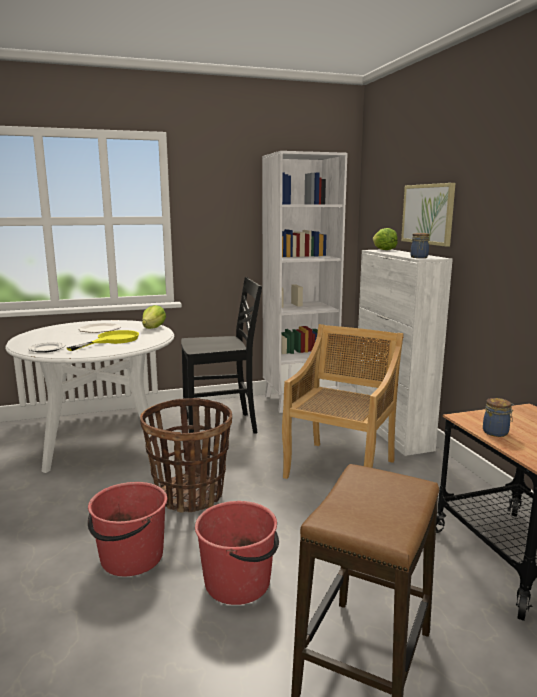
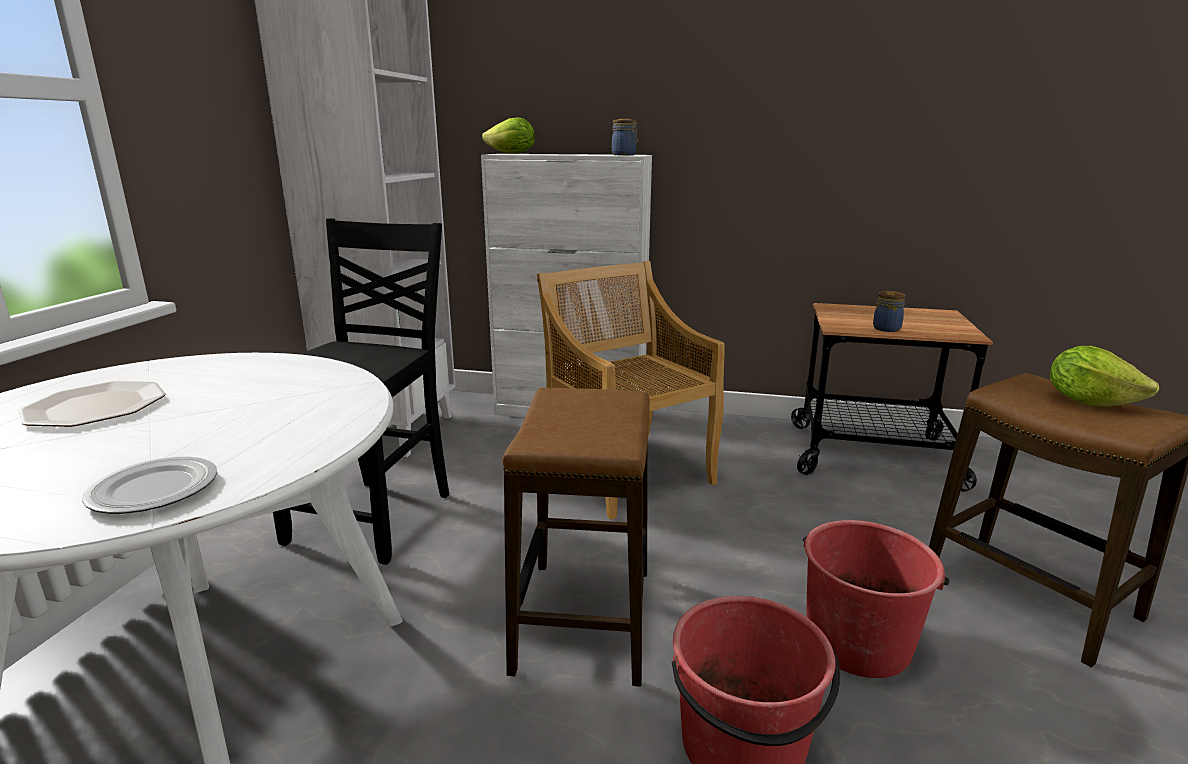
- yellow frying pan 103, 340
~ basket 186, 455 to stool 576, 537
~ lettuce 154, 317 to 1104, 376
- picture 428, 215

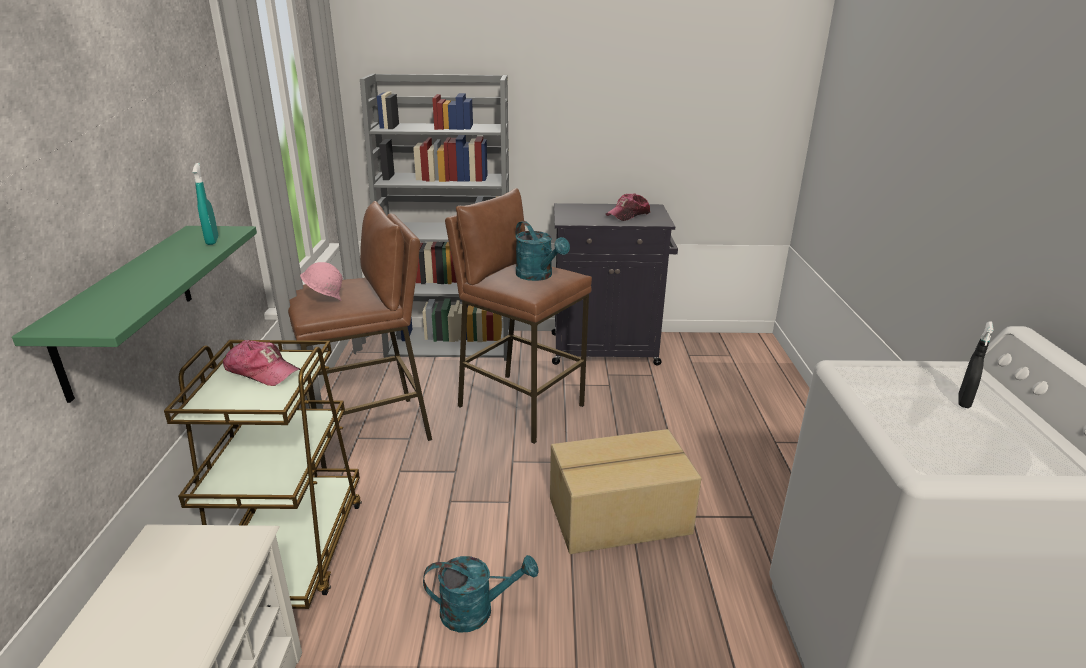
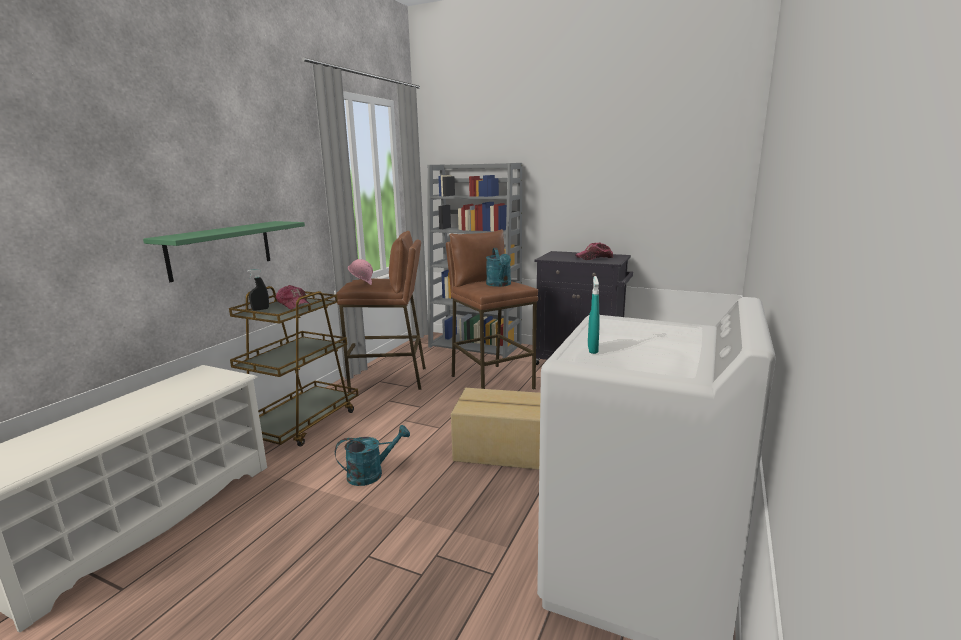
~ turquoise spray bottle 205, 204 to 594, 315
~ turquoise watering can 480, 594 = 372, 455 45 degrees counterclockwise
~ black spray bottle 976, 364 to 258, 290

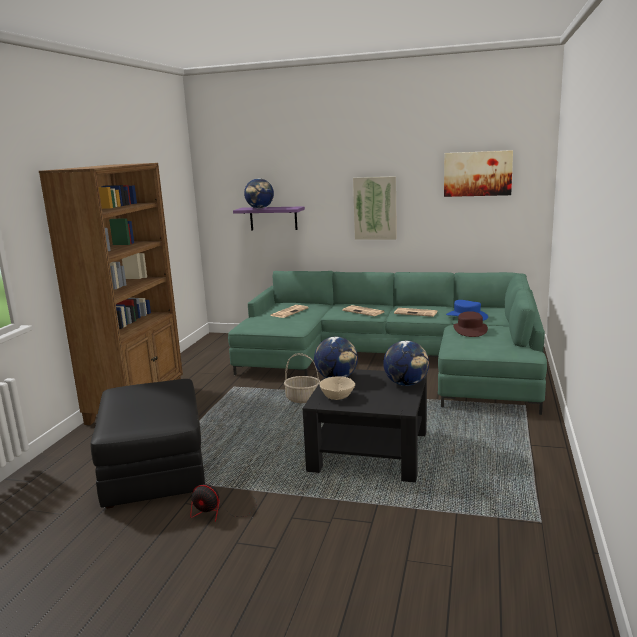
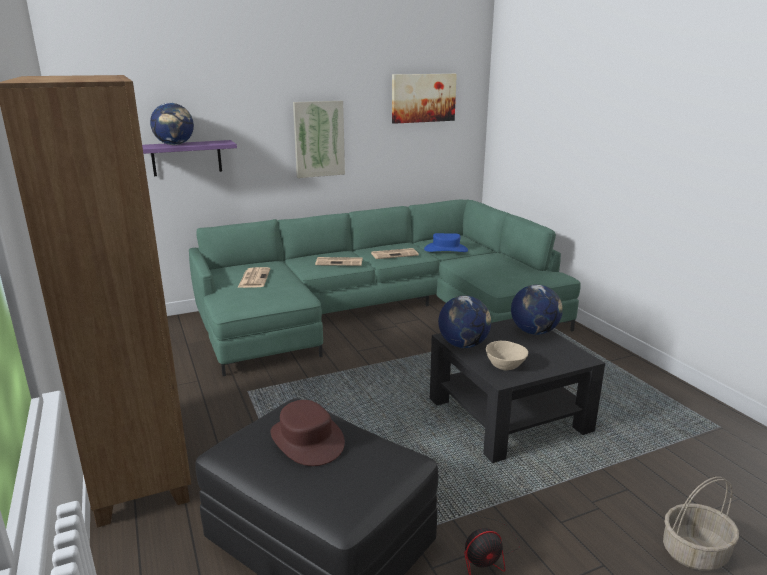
~ basket 302, 378 to 701, 524
~ brown hat 470, 324 to 307, 433

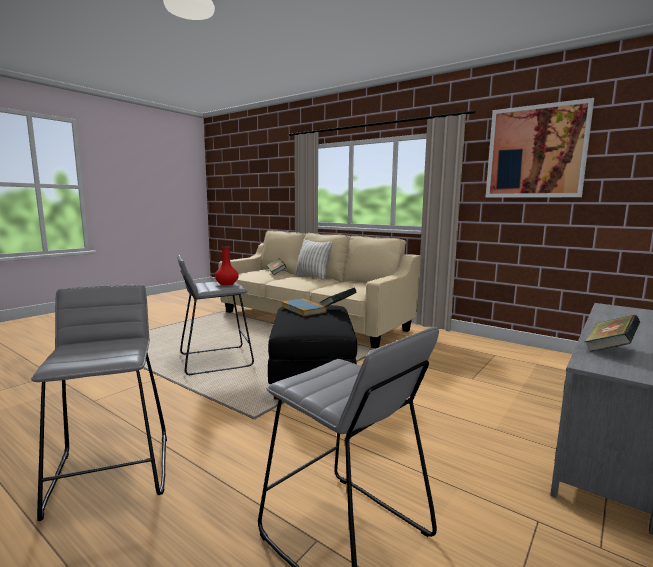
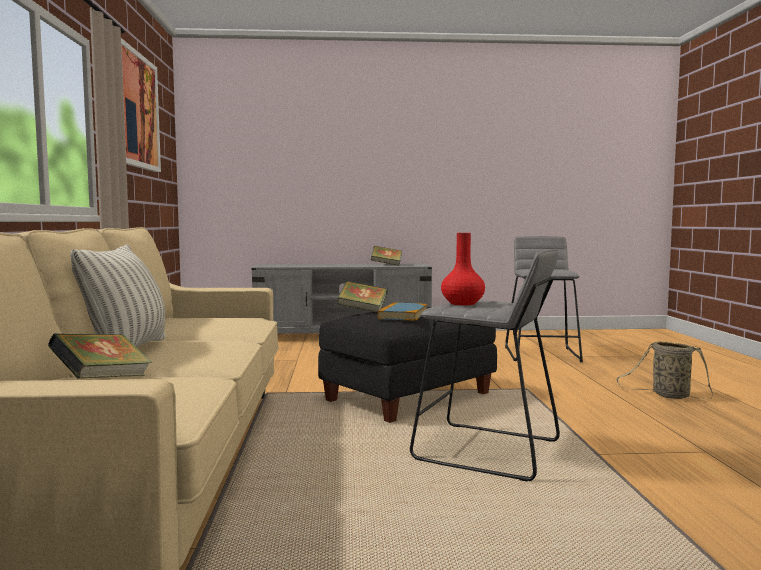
~ grey stool 99, 402 to basket 665, 370

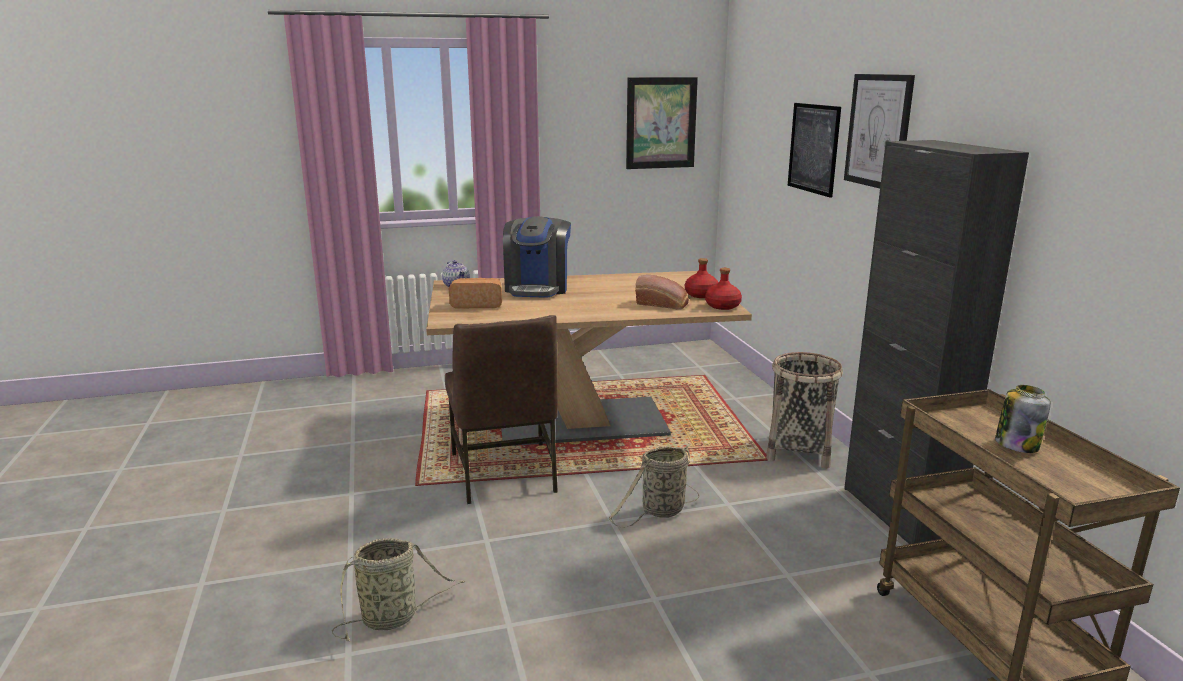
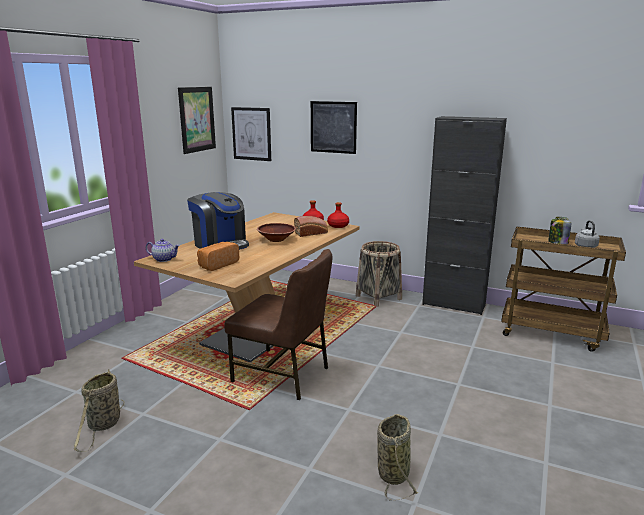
~ basket 654, 487 to 99, 410
~ picture 879, 131 to 251, 134
+ brown bowl 276, 232
+ grey kettle 587, 234

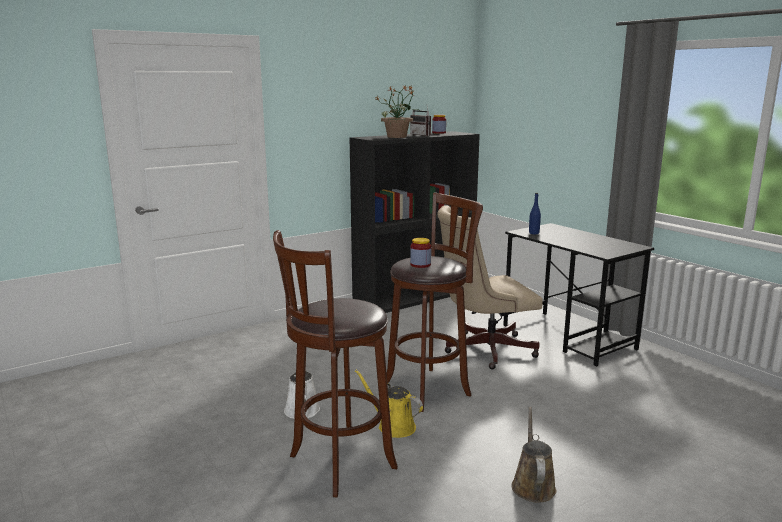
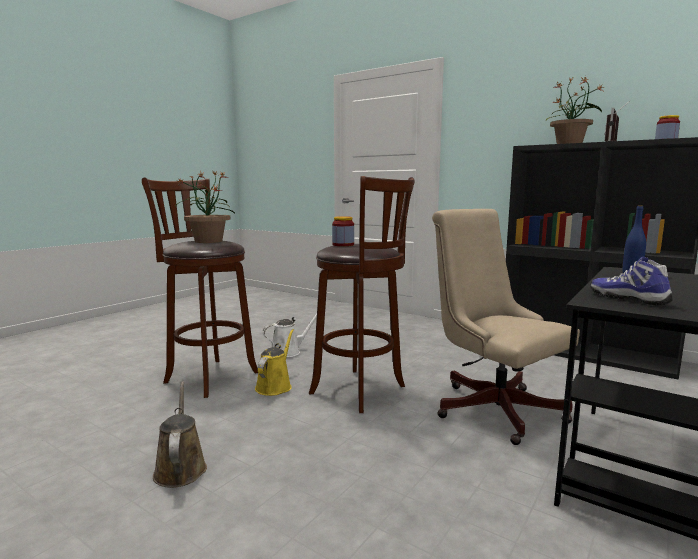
~ brown watering can 534, 455 = 180, 435 90 degrees counterclockwise
+ potted plant 205, 207
+ shoe 631, 281

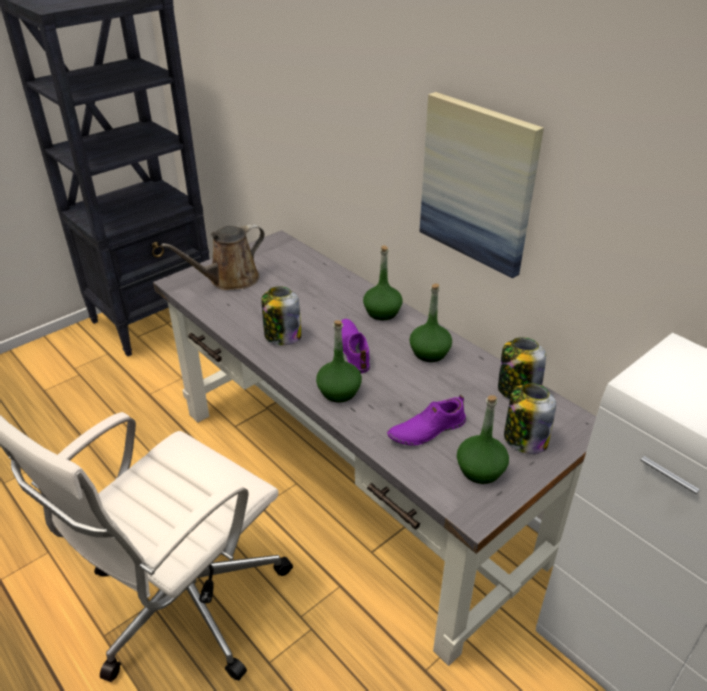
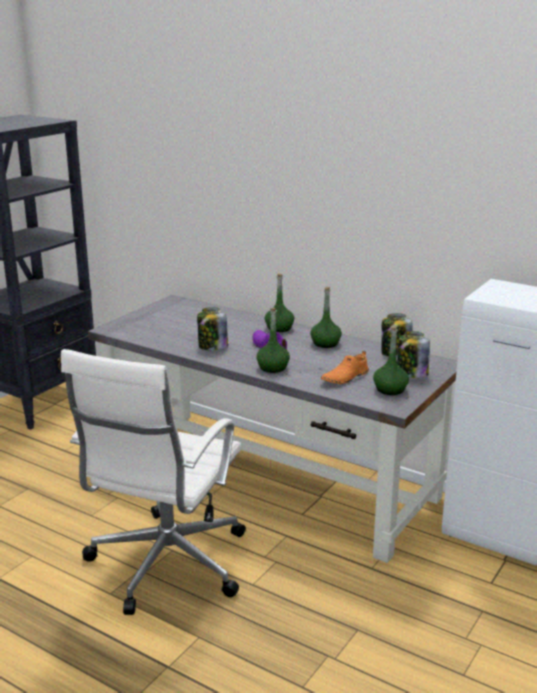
- brown watering can 213, 257
~ purple shoe 426, 420 to orange shoe 345, 367
- picture 481, 185

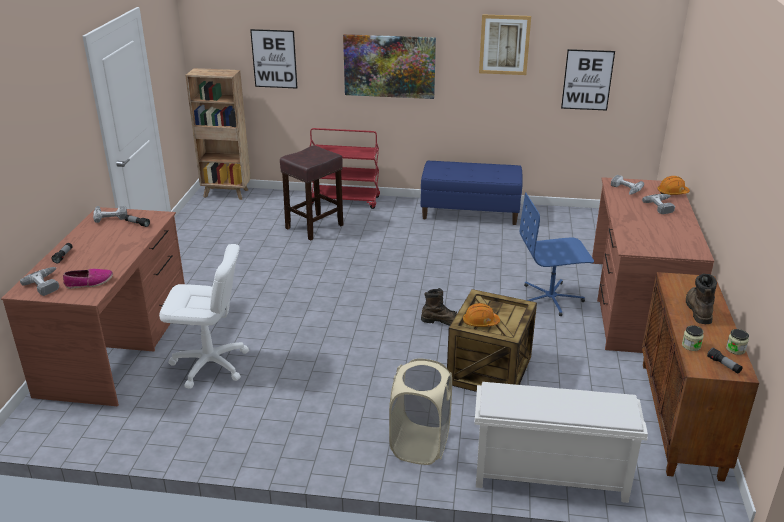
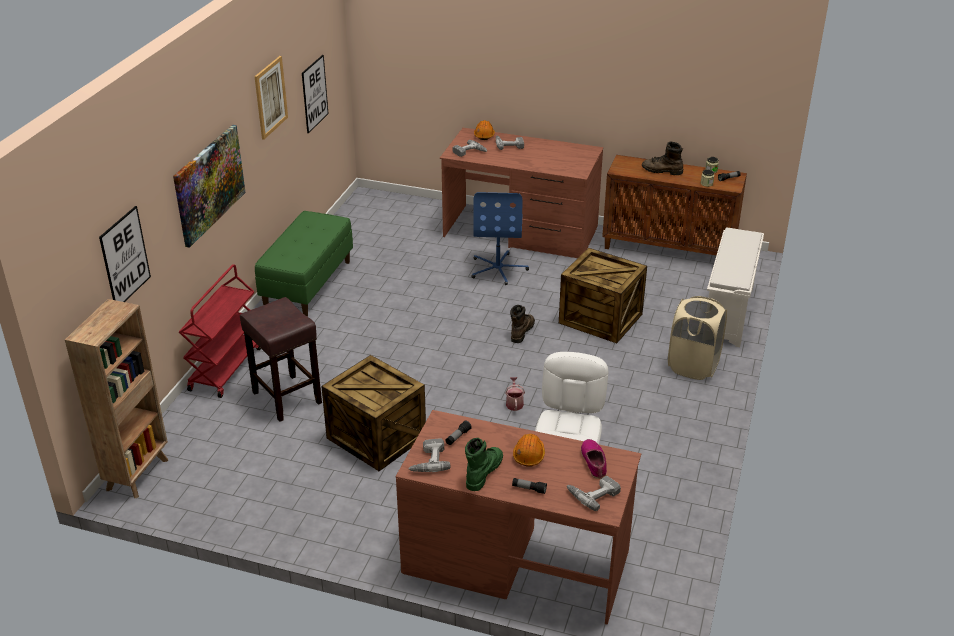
~ blue bench 472, 193 to green bench 304, 264
~ orange hard hat 481, 315 to 529, 450
+ crate 373, 413
+ green boot 484, 464
+ watering can 515, 394

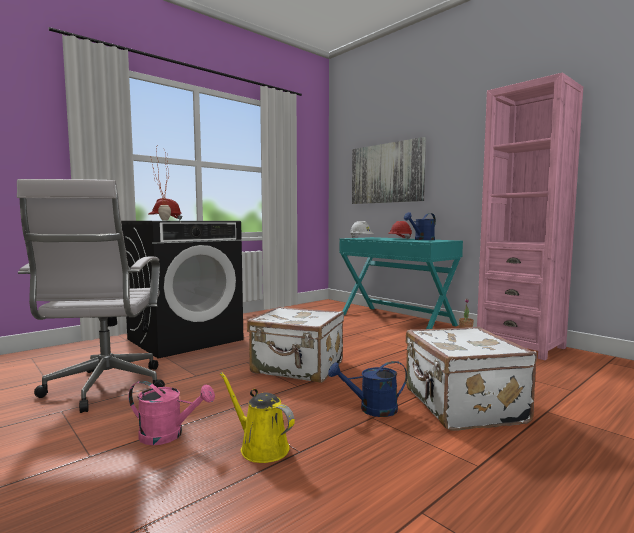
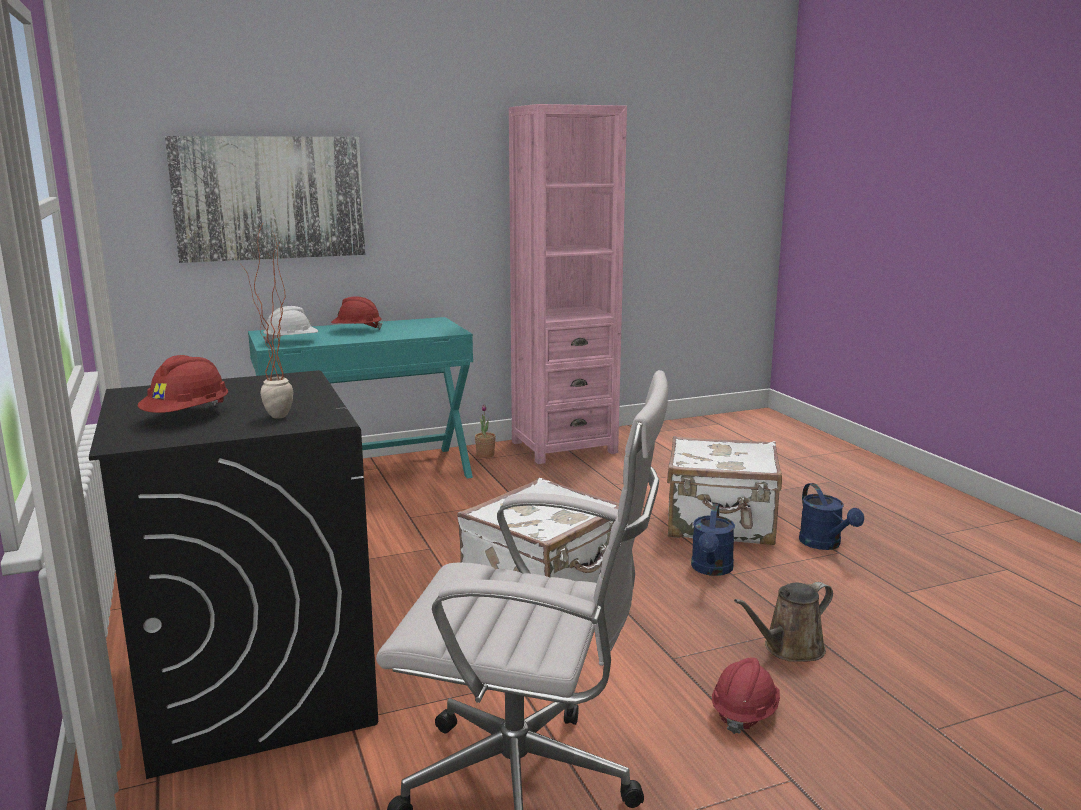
~ pink watering can 172, 413 to red hard hat 746, 695
~ yellow watering can 257, 417 to brown watering can 783, 622
~ blue watering can 420, 226 to 831, 516

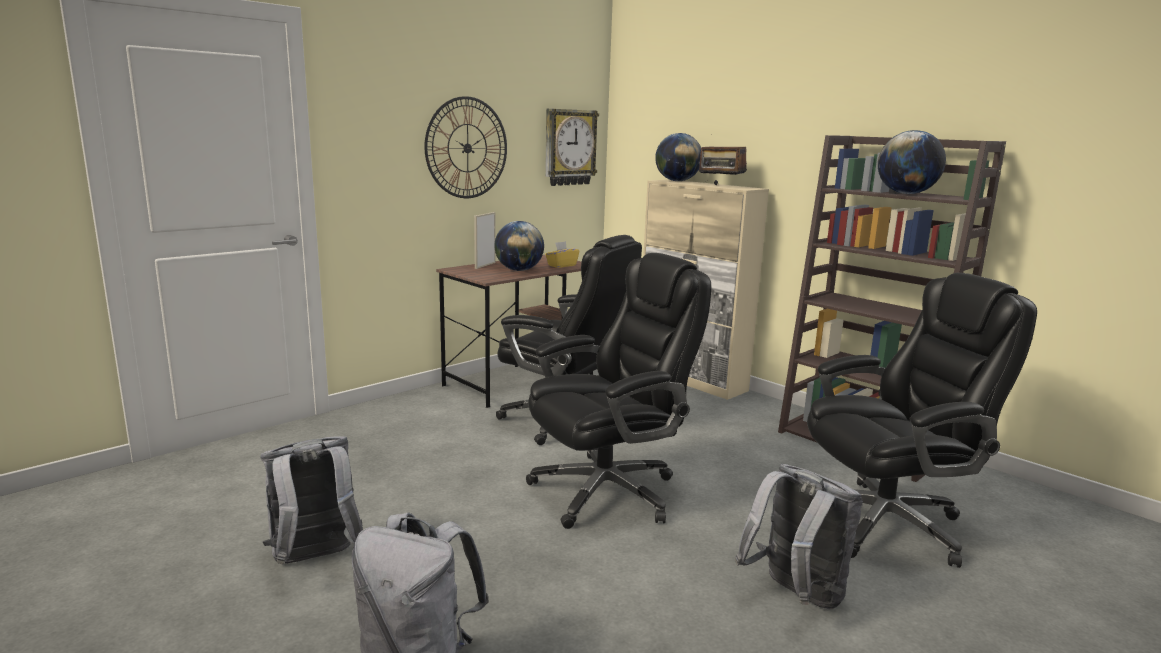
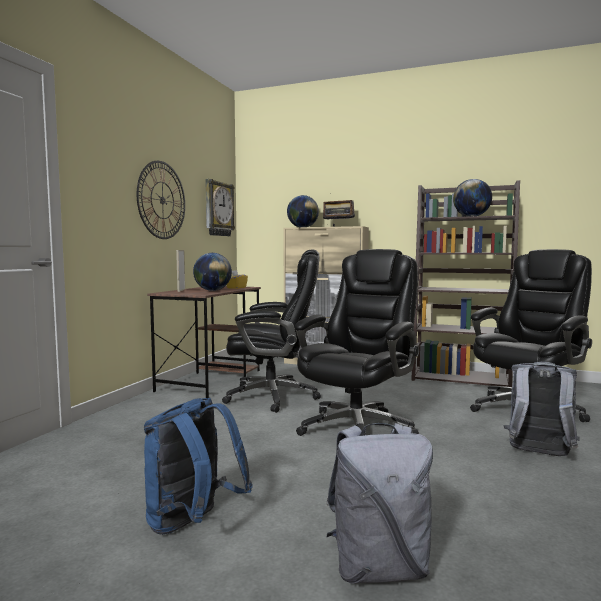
~ grey backpack 312, 500 to blue backpack 198, 466

